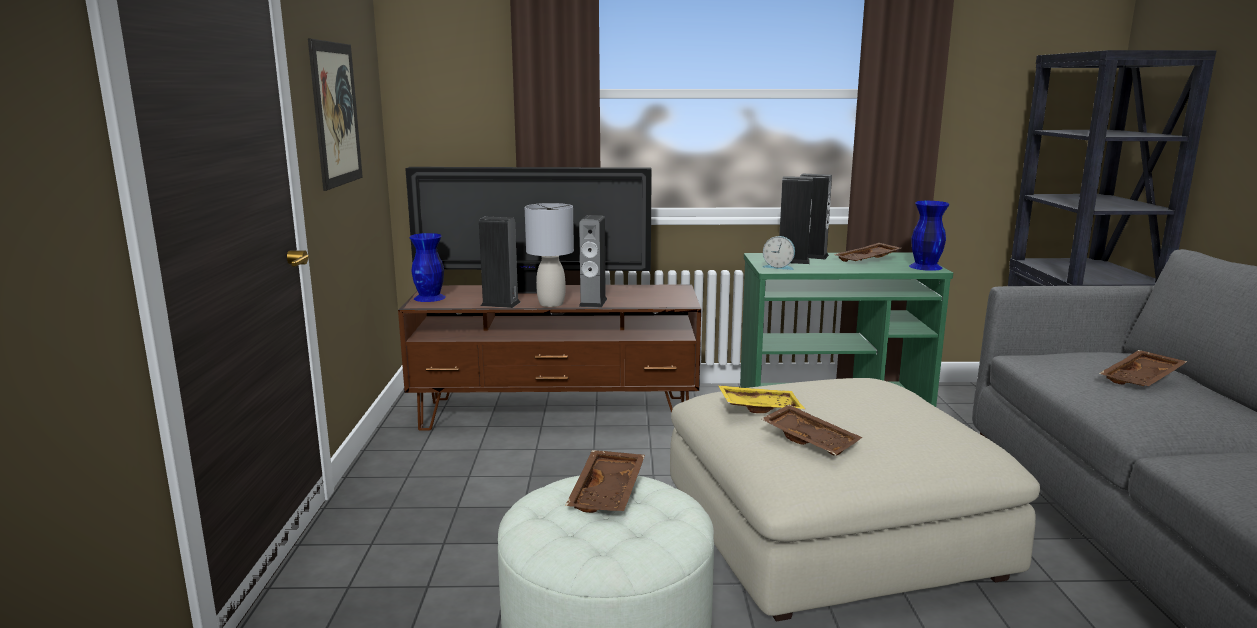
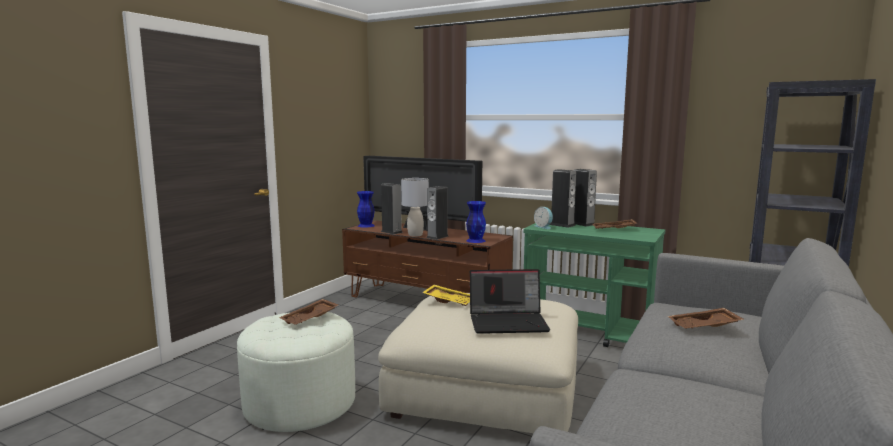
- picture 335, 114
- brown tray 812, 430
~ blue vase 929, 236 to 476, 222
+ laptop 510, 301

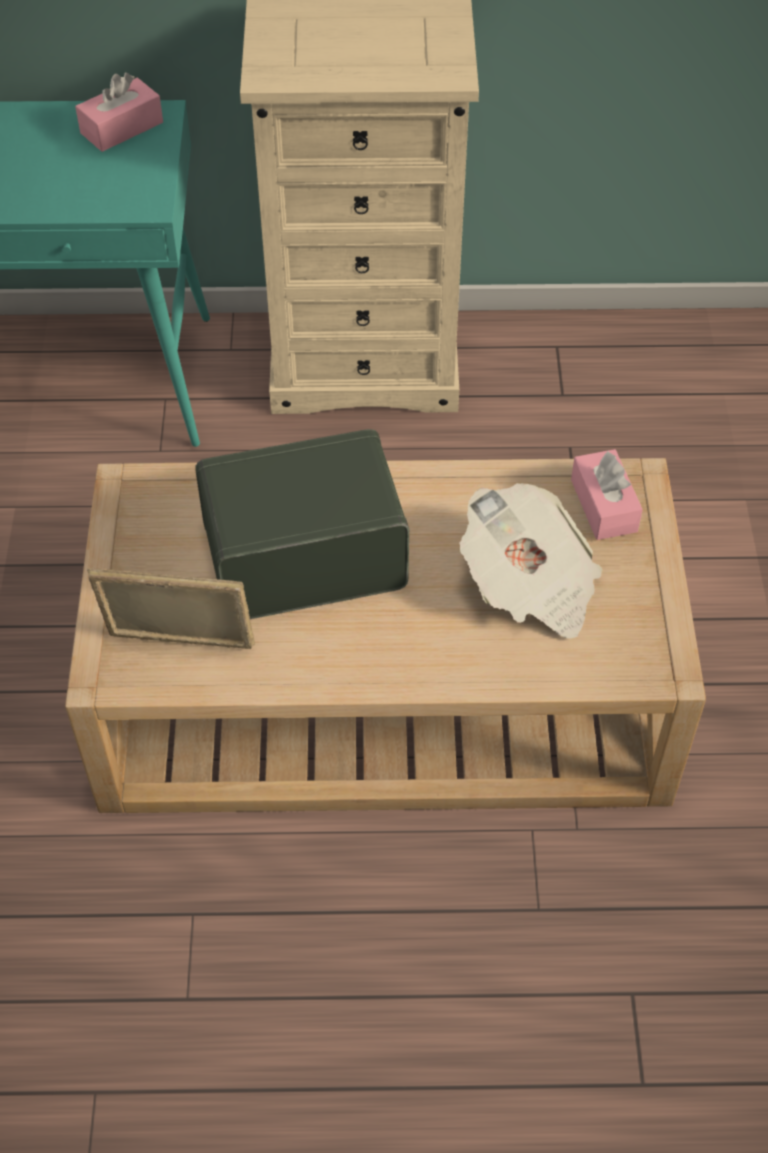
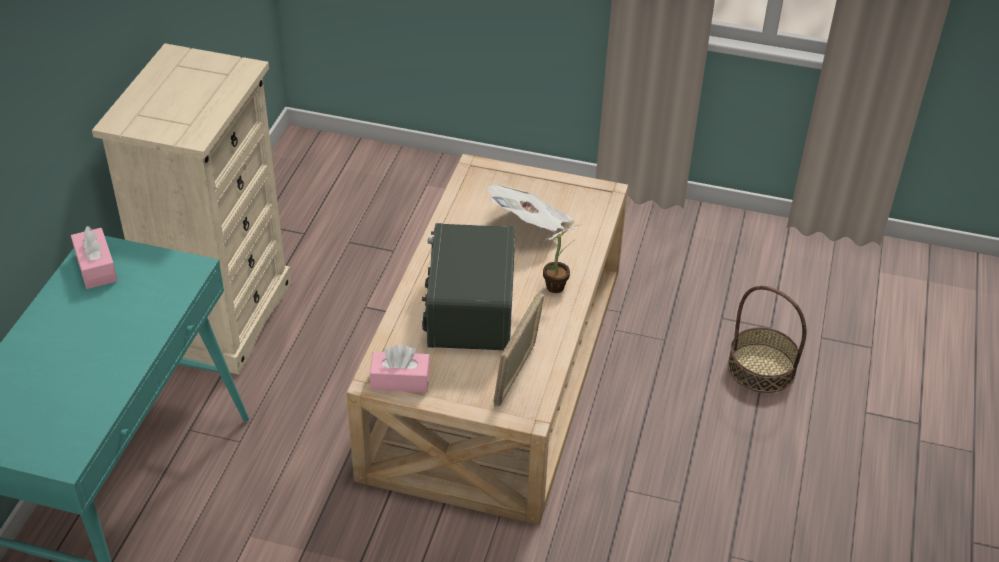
~ pink tissue box 607, 494 to 400, 369
+ potted plant 560, 258
+ basket 767, 339

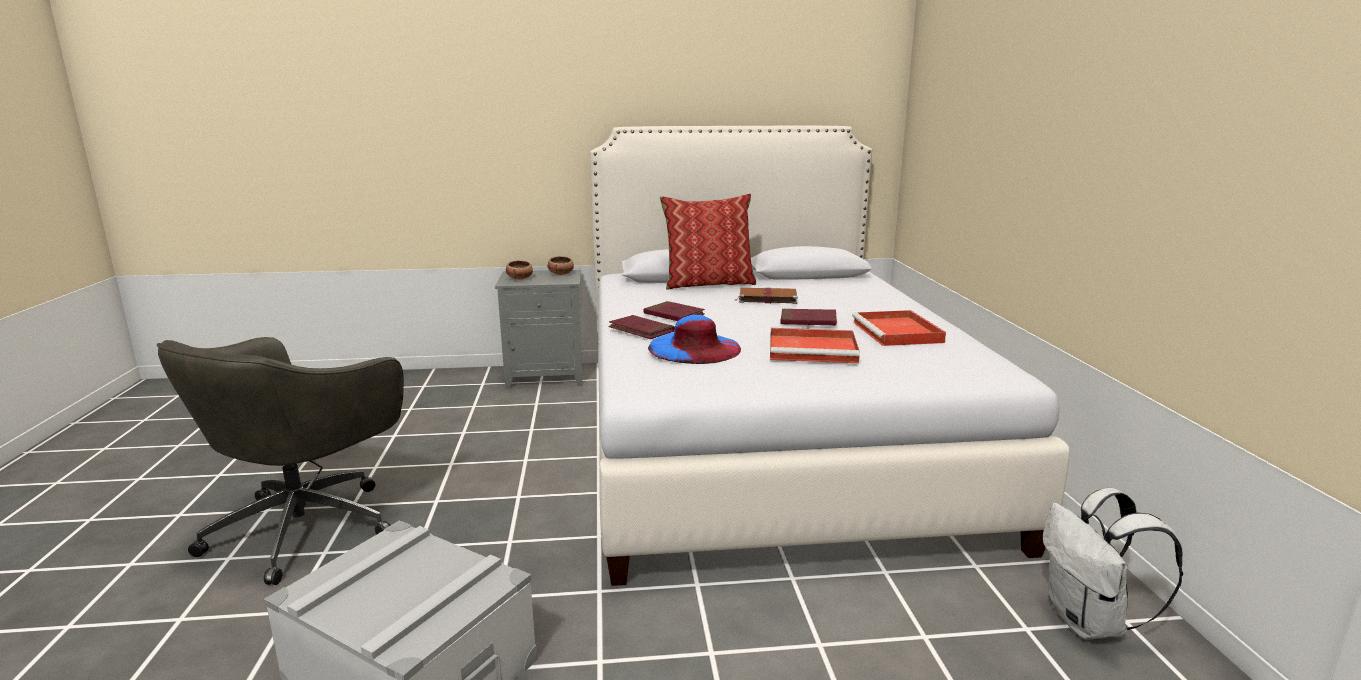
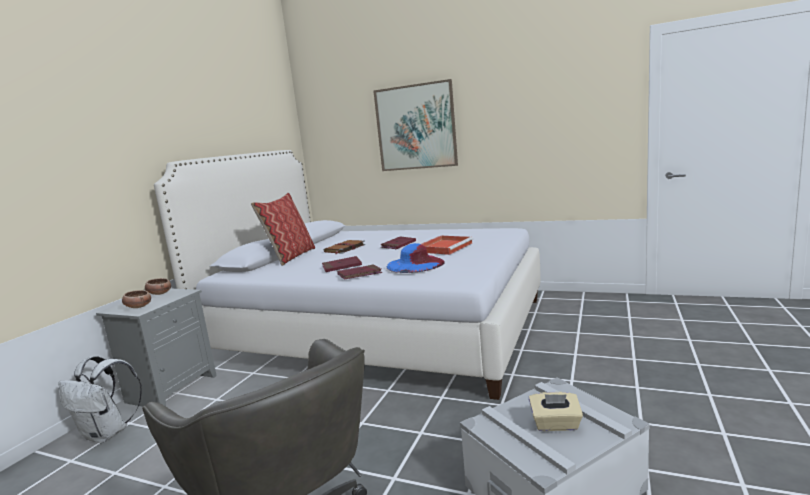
- red tray 899, 328
~ white backpack 1113, 563 to 100, 399
+ picture 415, 125
+ beige tissue box 556, 411

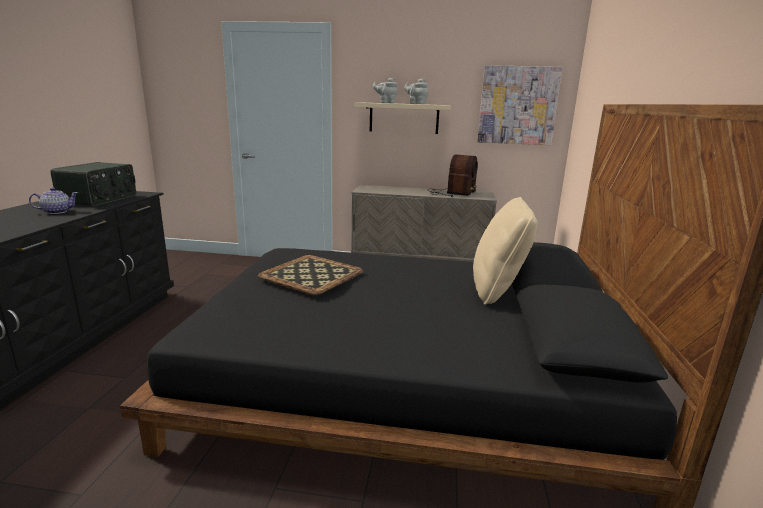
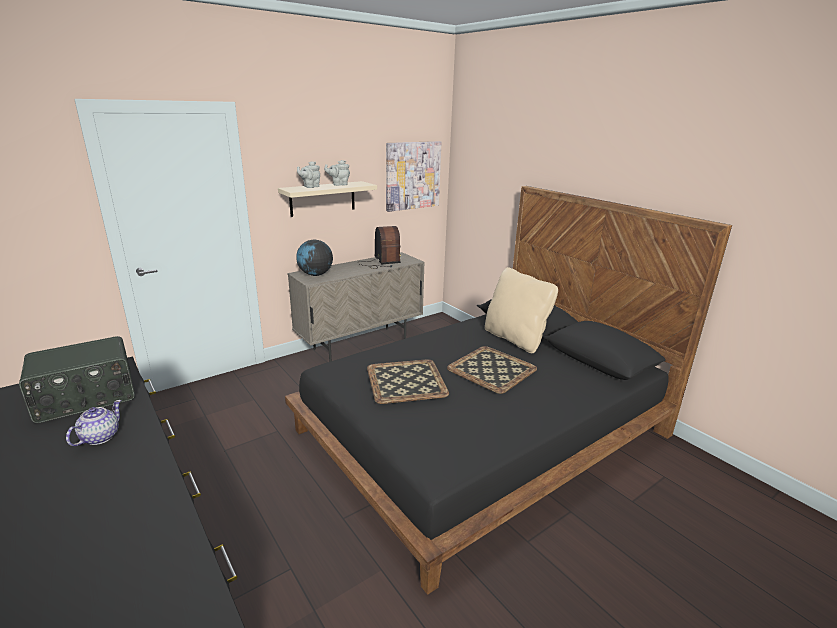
~ radio 93, 184 = 77, 379 90 degrees clockwise
+ globe 314, 258
+ tray 492, 370

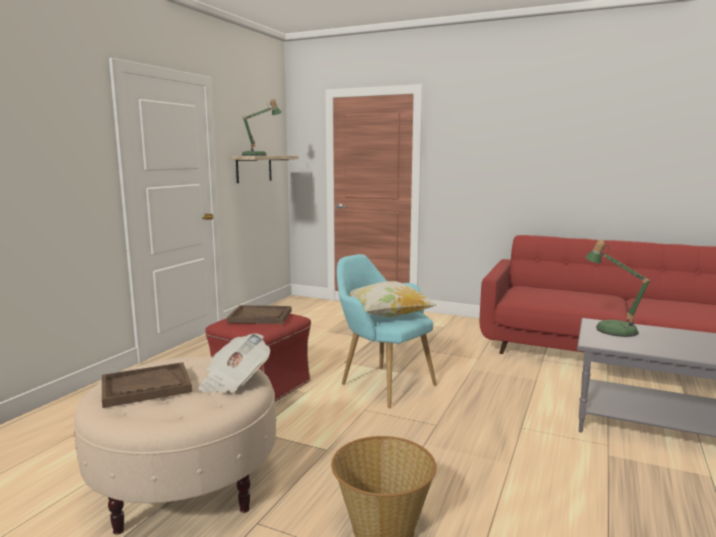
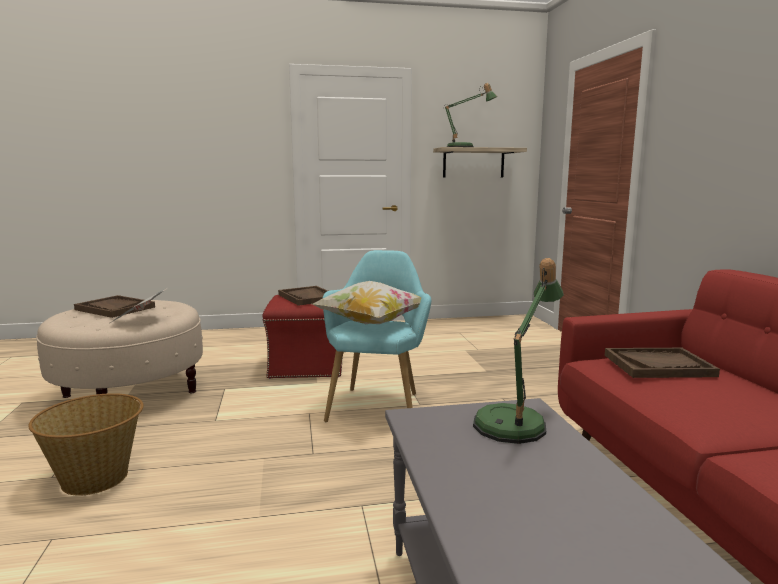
+ brown tray 662, 363

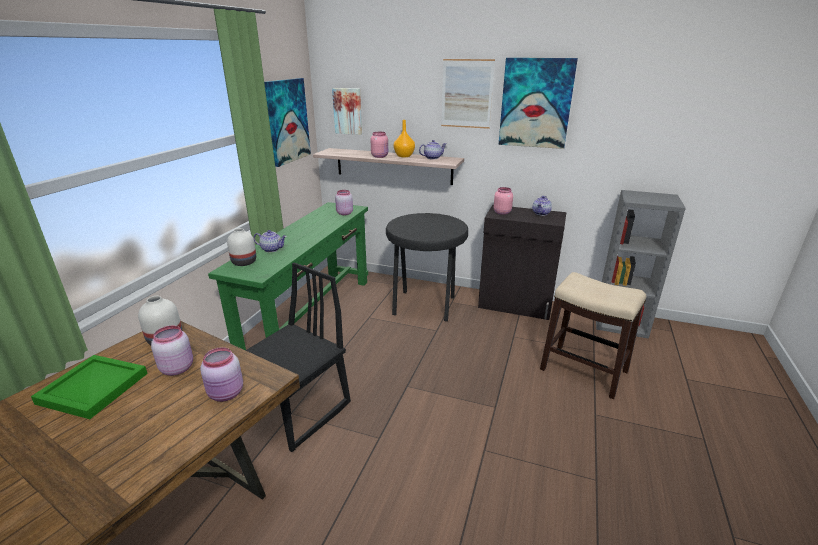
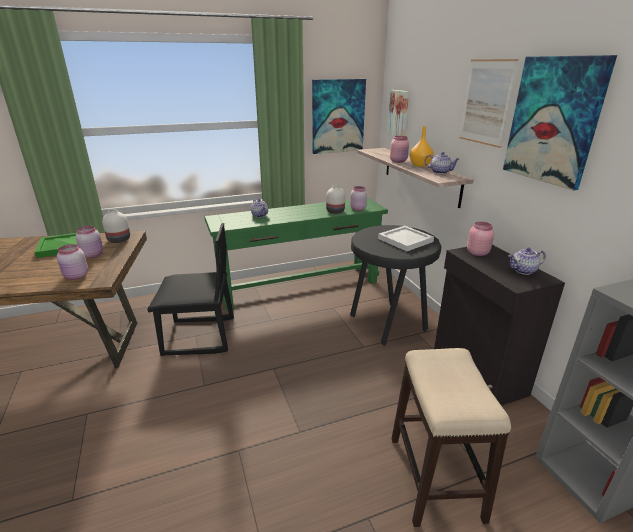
~ white vase 241, 247 to 335, 199
+ white tray 406, 238

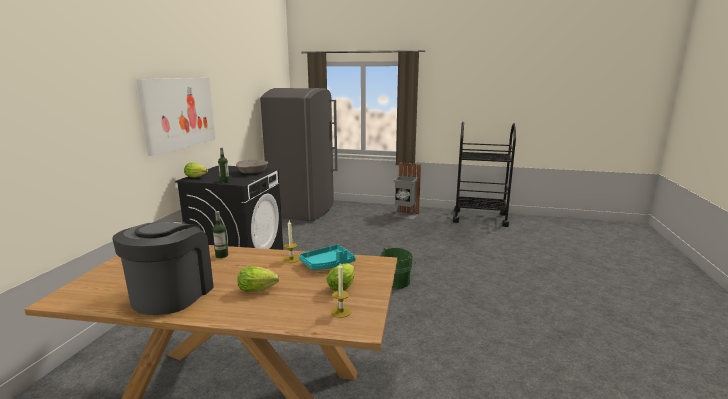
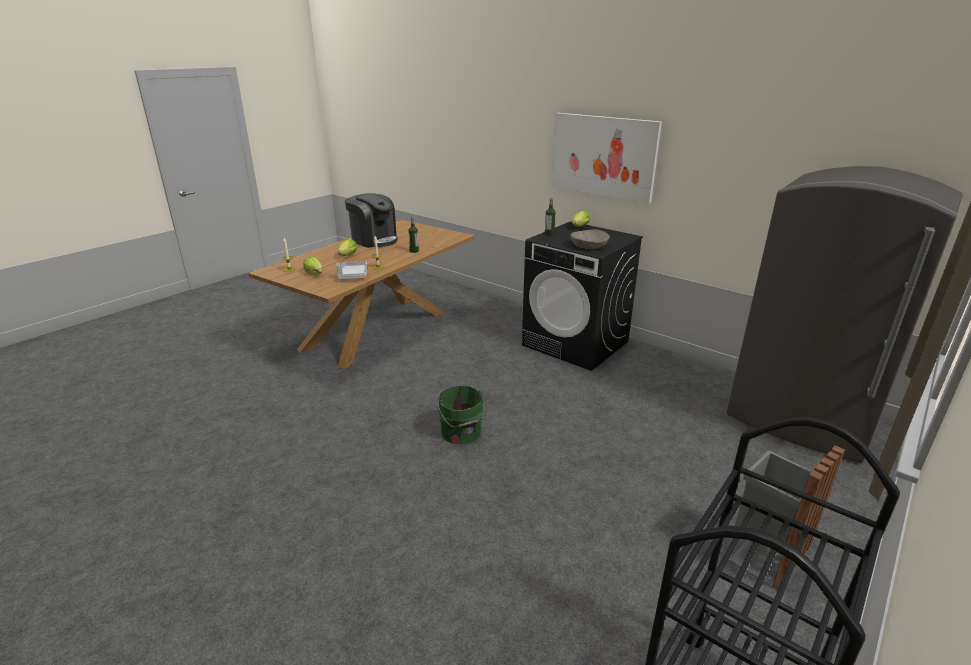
~ turquoise tray 327, 257 to grey tray 351, 270

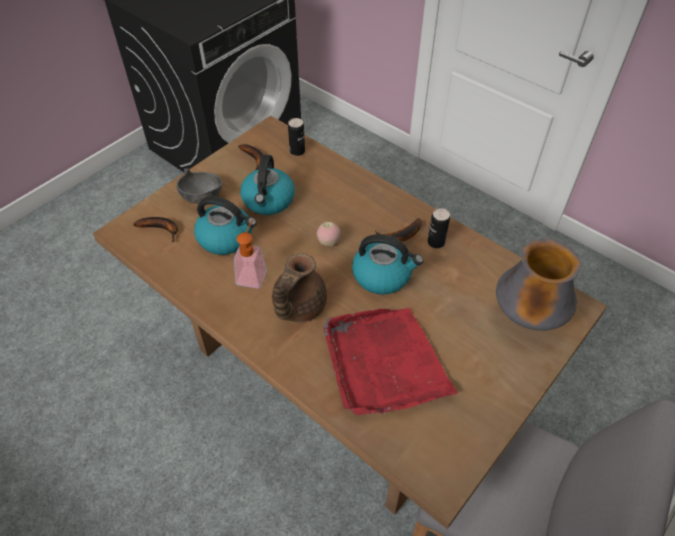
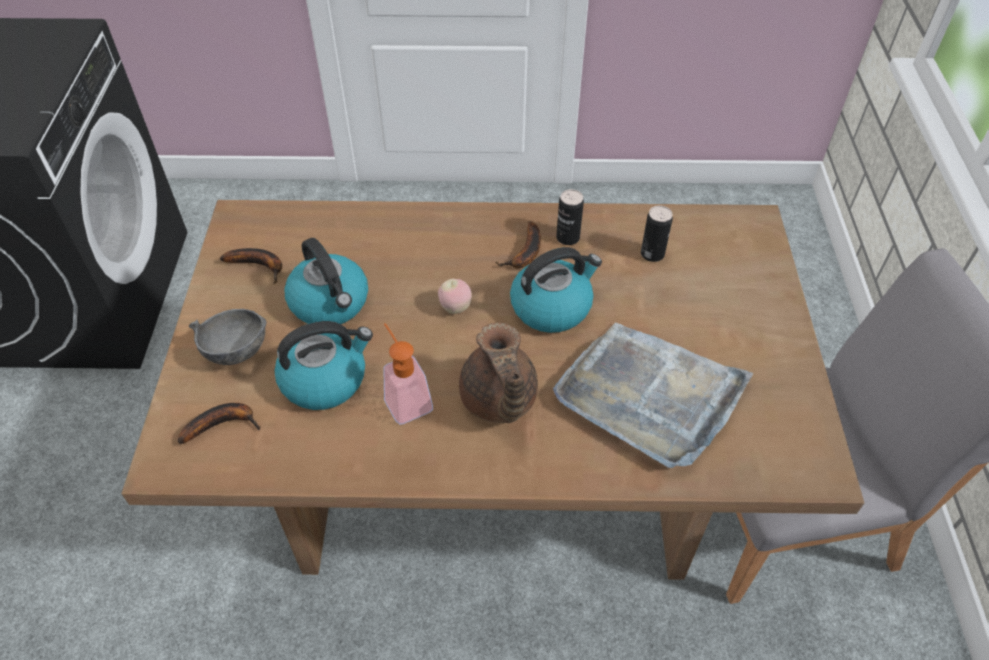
~ can 296, 137 to 657, 233
~ red tray 391, 361 to grey tray 653, 395
- vase 538, 285

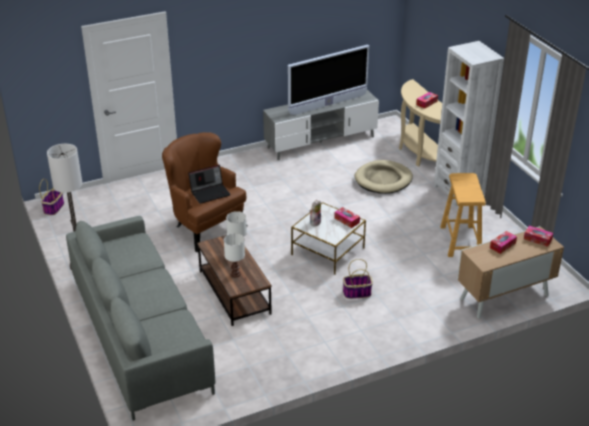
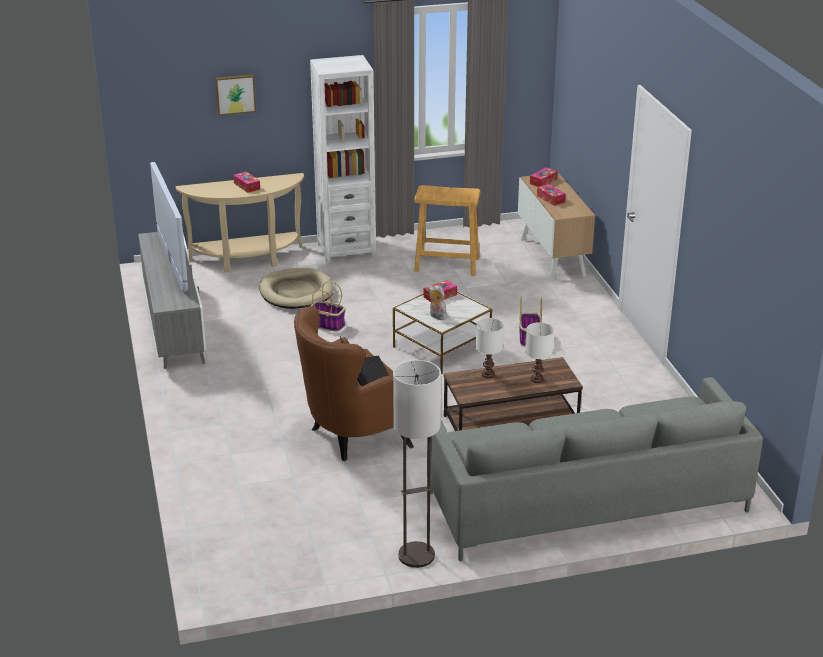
~ basket 51, 197 to 328, 306
+ picture 235, 94

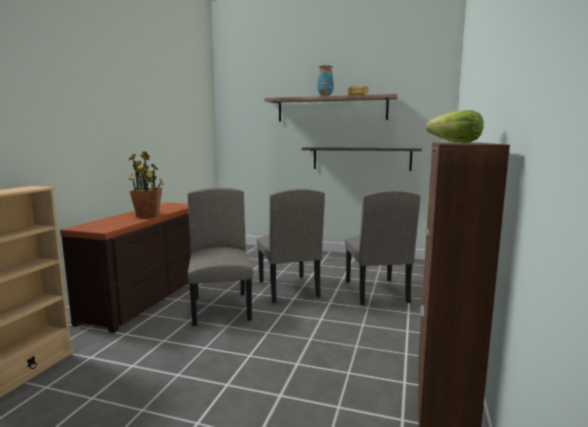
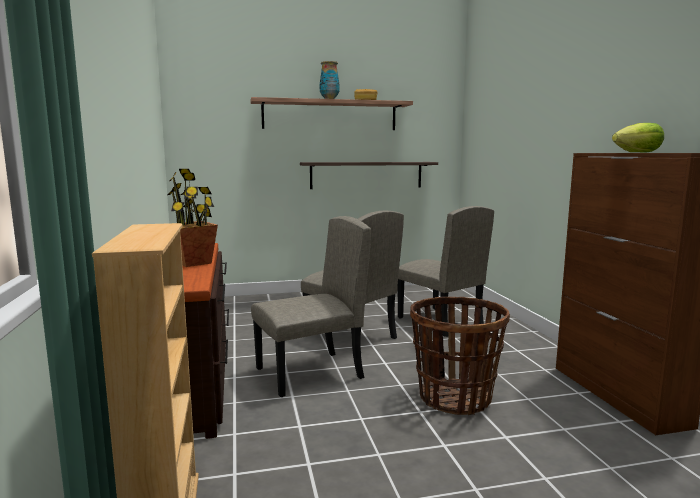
~ beige chair 220, 256 = 311, 306 105 degrees clockwise
+ basket 460, 356

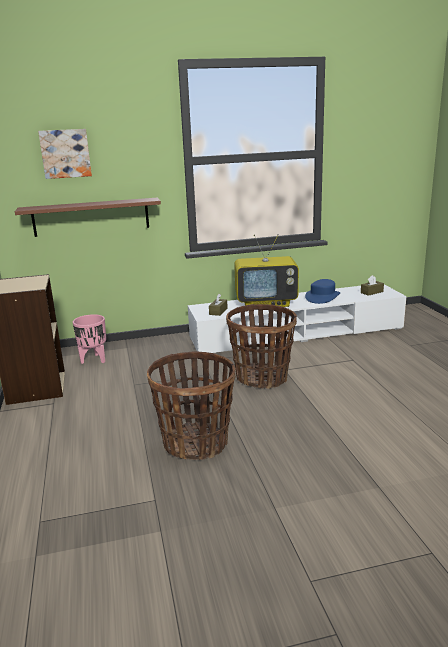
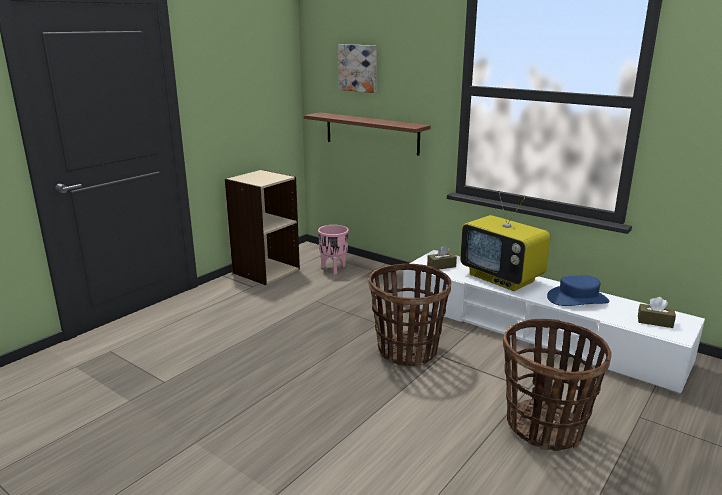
~ basket 191, 405 to 557, 385

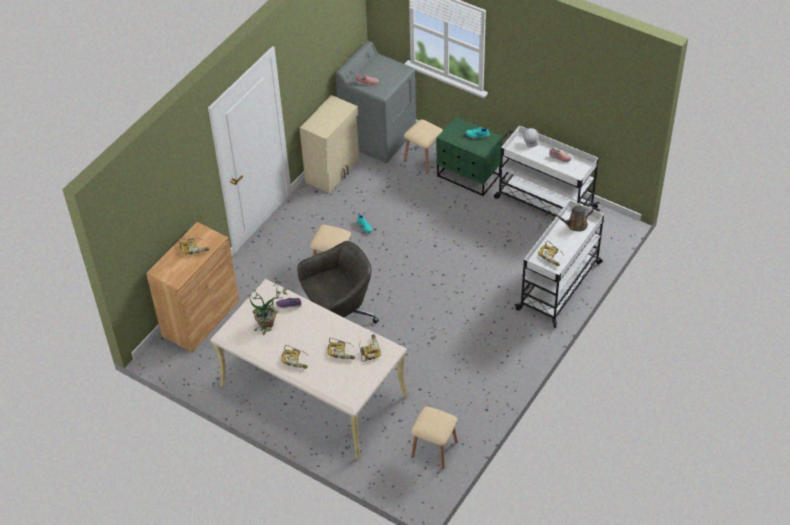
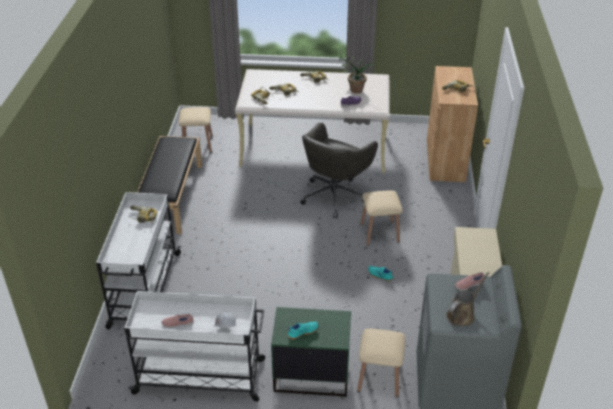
~ brown watering can 573, 218 to 468, 299
+ black bench 169, 185

